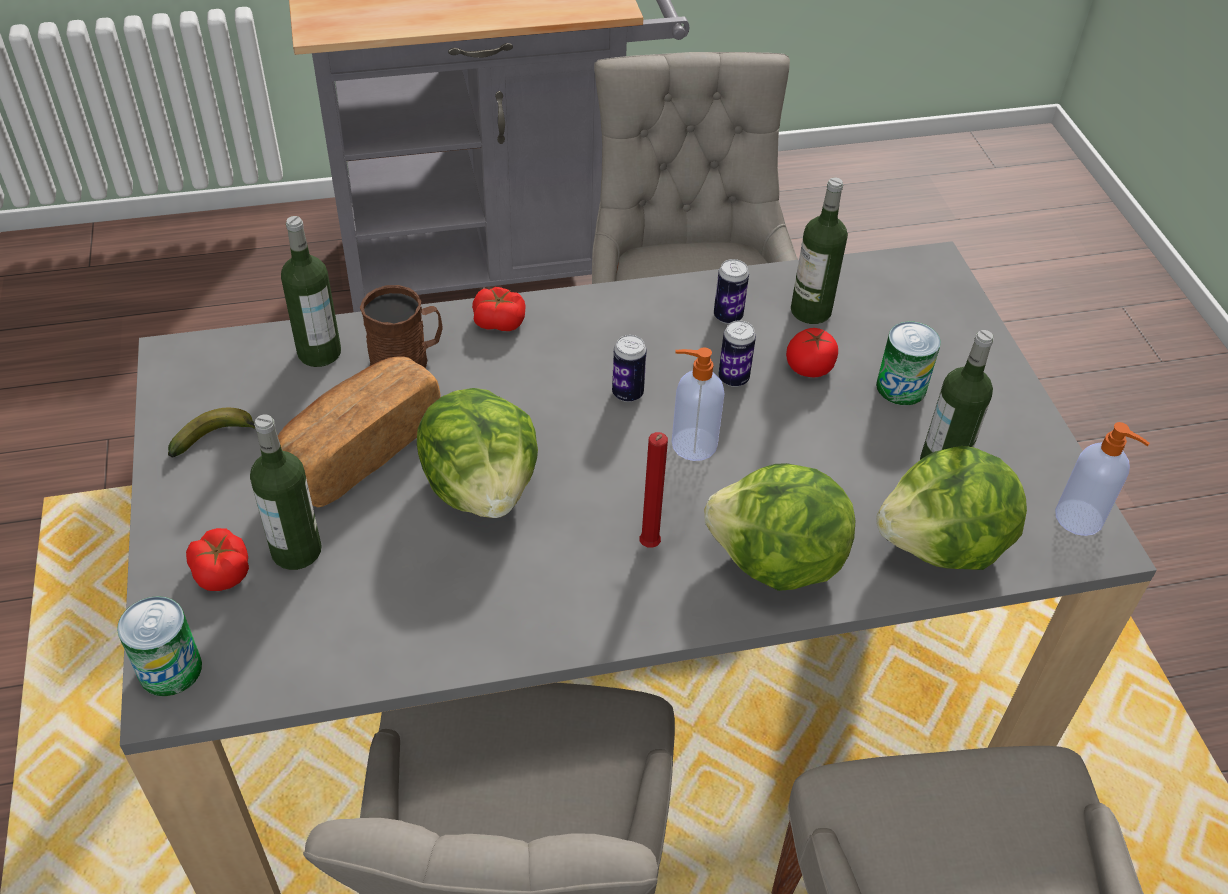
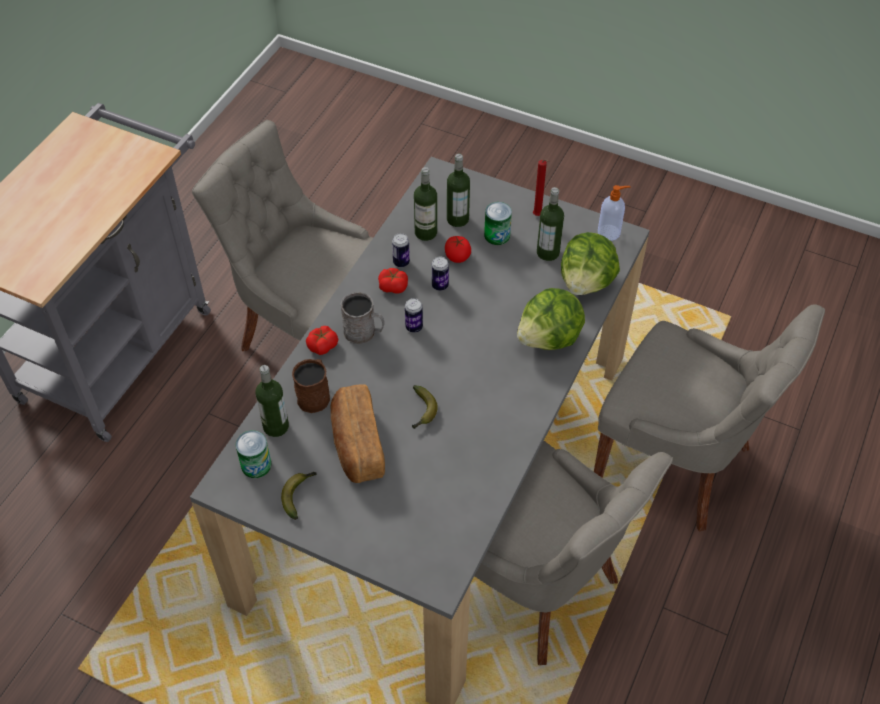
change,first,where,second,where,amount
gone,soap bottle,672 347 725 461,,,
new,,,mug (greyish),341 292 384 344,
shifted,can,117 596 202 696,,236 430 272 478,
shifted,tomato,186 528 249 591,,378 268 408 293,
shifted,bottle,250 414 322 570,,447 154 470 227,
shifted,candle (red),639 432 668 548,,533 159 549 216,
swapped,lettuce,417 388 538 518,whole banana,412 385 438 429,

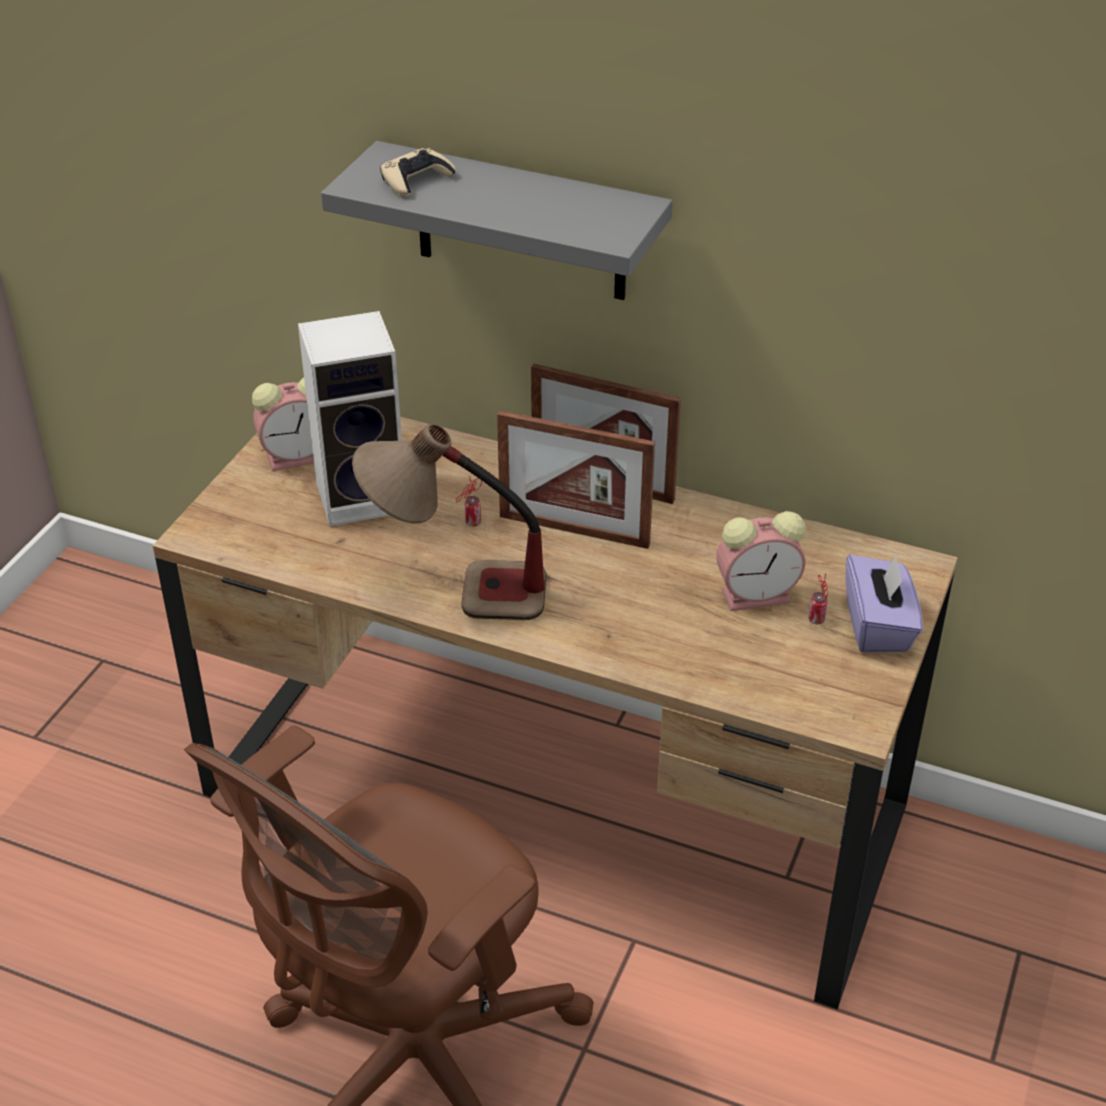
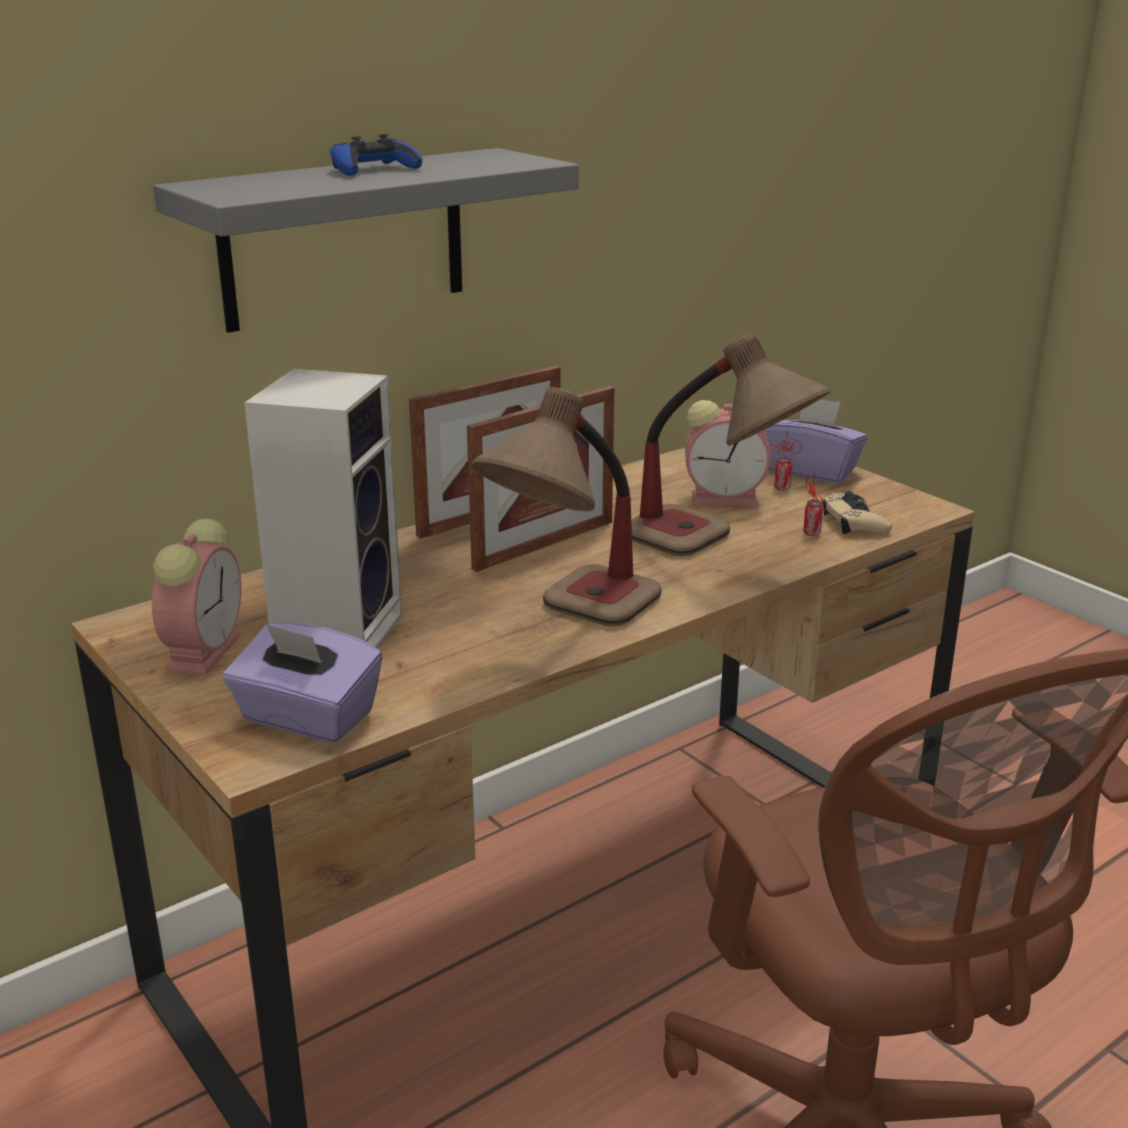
change,first,where,second,where,amount
new,,,box of tissues (purple-coloured),223 622 382 743,
new,,,game controller (bluish),330 134 423 176,
new,,,tabletop lamp,631 333 831 556,
shifted,game controller (beige-coloured),380 148 456 197,,823 491 893 534,
shifted,can,456 476 482 527,,803 472 823 536,
rotated,bedside clock,716 511 806 611,,685 400 771 507,75 degrees clockwise

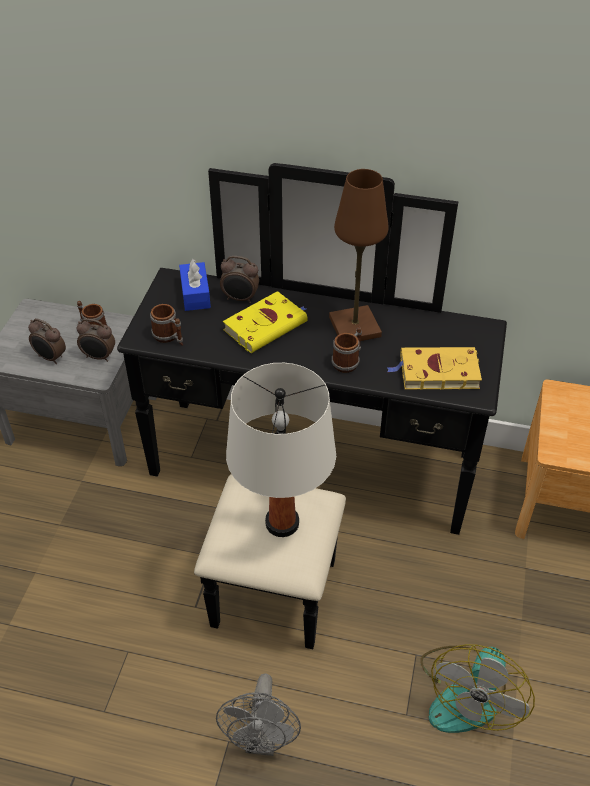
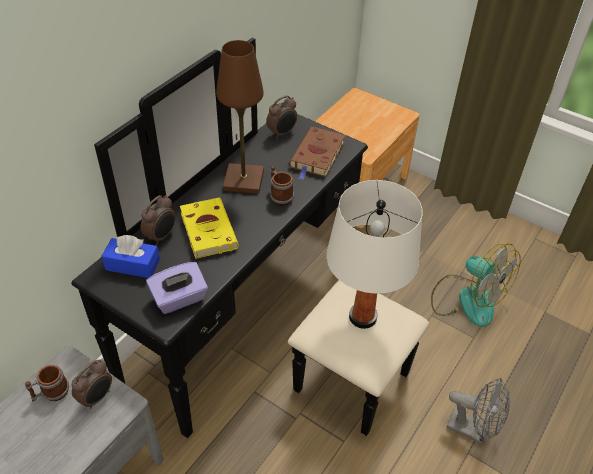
change,first,where,second,where,amount
shifted,bedside clock,28 318 66 364,,266 95 297 139,
swapped,mug,150 304 183 346,box of tissues (purple-coloured),146 262 208 314,
repainted,bound book (yellow),386 347 482 390,bound book (brownish),289 127 345 180,

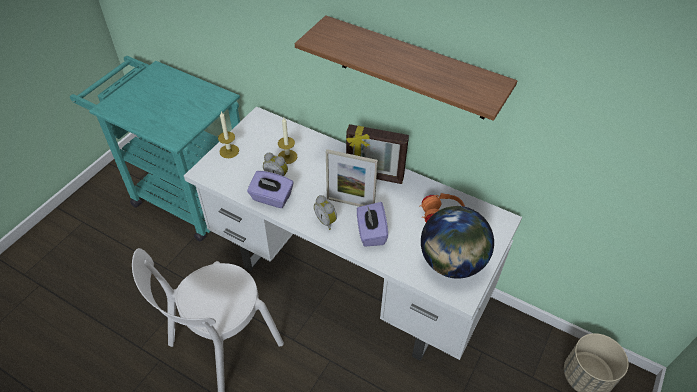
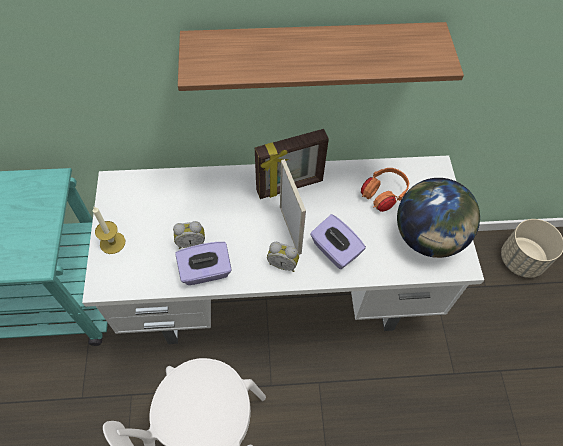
change,first,where,second,where,amount
gone,candle,278 118 297 164,,,
rotated,photo frame,326 149 378 207,,280 159 306 255,90 degrees counterclockwise

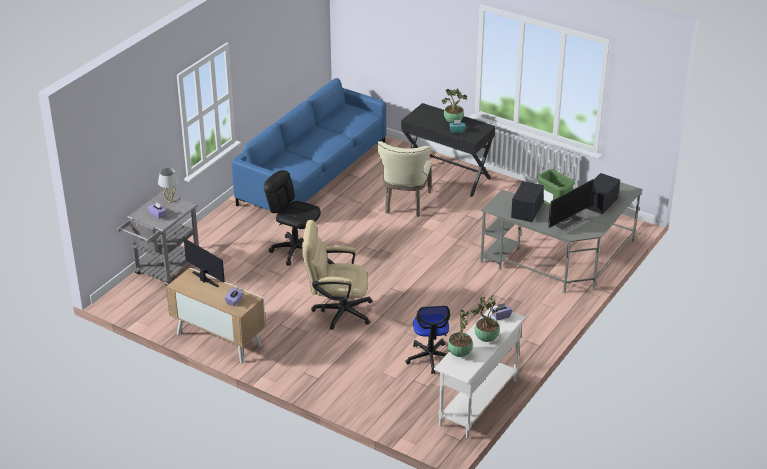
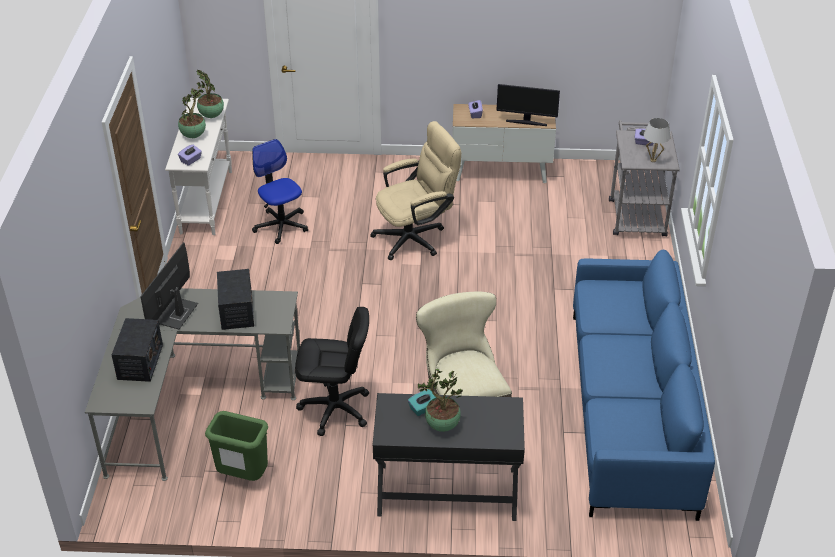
change,first,where,second,where,amount
shifted,desk chair (blackish),264 170 321 266,,295 307 369 436,

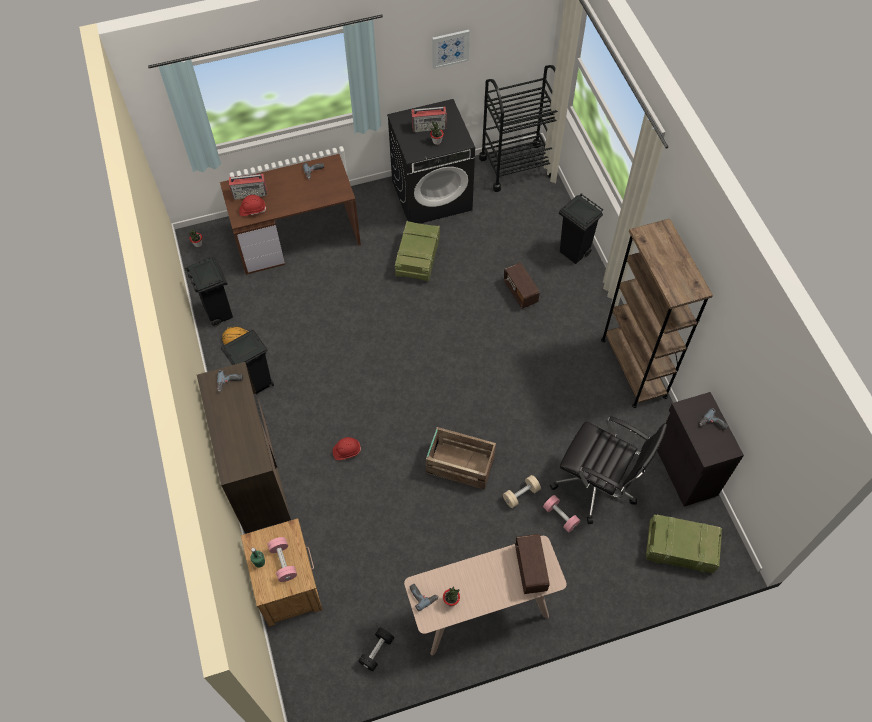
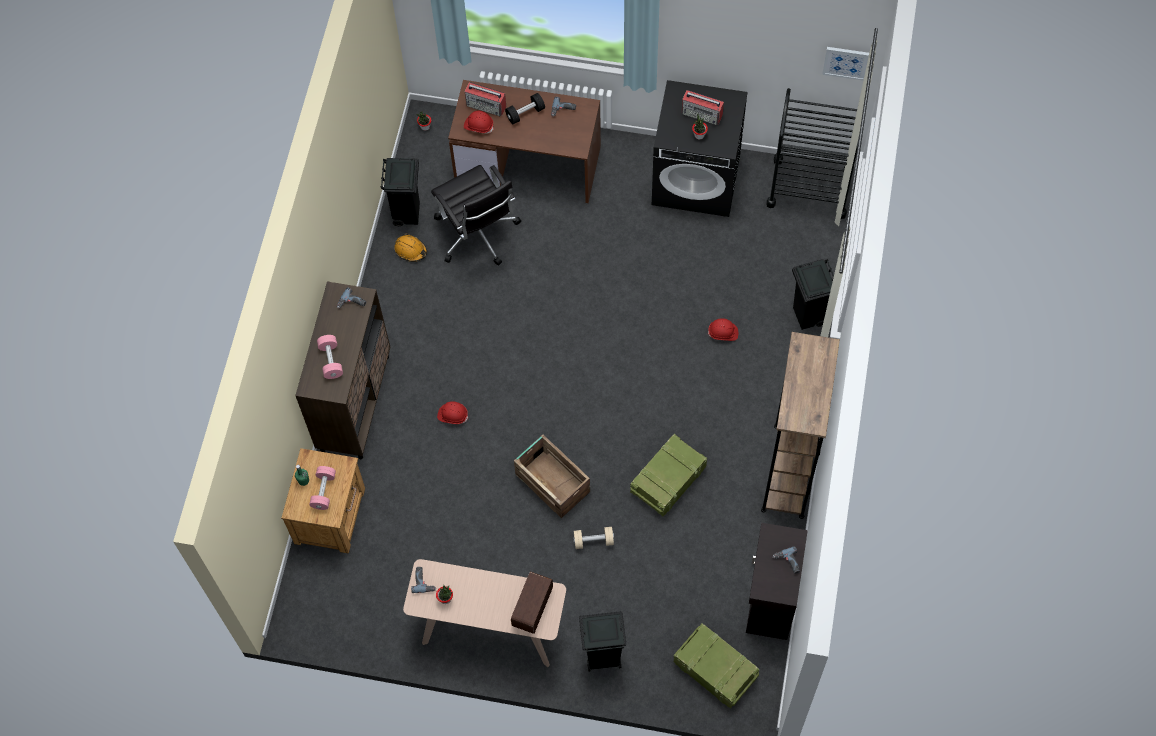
change,first,where,second,where,amount
shifted,waste bin (blackish),221 330 274 394,,579 611 626 672,
shifted,free weight (blackish),358 628 394 671,,505 93 545 124,
shifted,crate,395 221 440 282,,630 434 707 517,
shifted,wall art,432 30 470 69,,822 47 869 81,
shifted,free weight (pink-coloured),543 495 581 532,,317 335 343 379,
shifted,desk chair (blackish),550 416 667 524,,431 165 521 265,
swapped,radio set,503 263 540 309,hard hat (red),708 318 738 341,

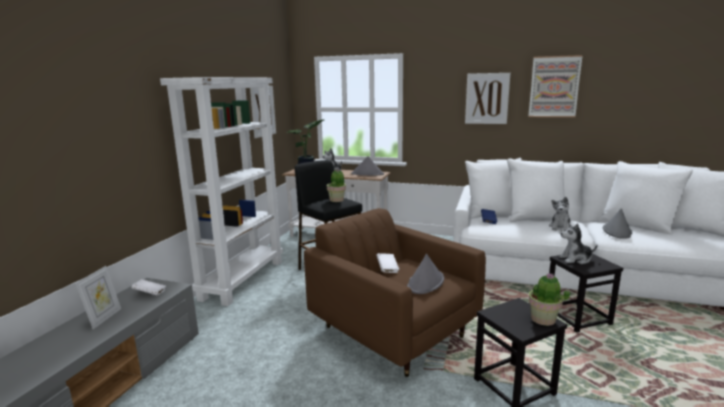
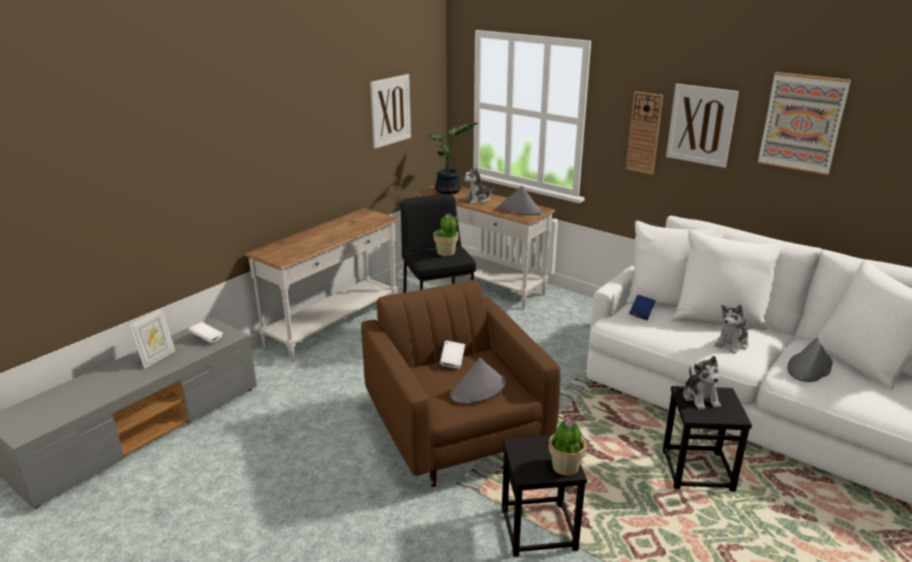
change,first,where,second,where,amount
new,,,clock on the wall,626 91 663 175,
swapped,shelving unit (white),160 77 283 306,narrow table (white),244 208 400 362,
rotated,cuddly toy,559 223 598 264,,683 356 721 410,120 degrees counterclockwise

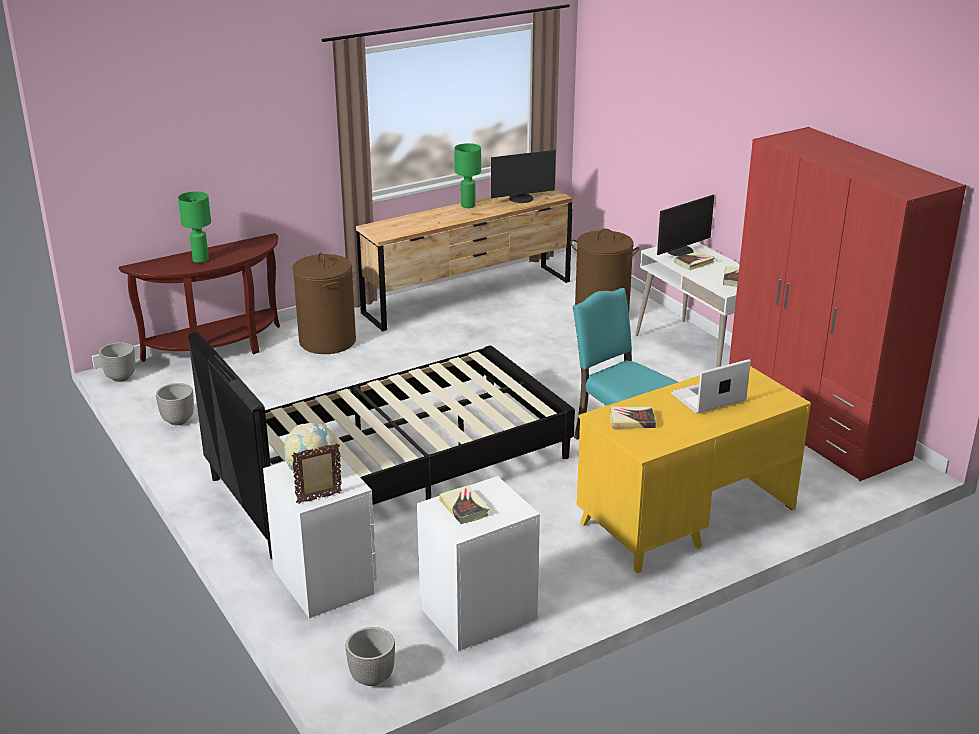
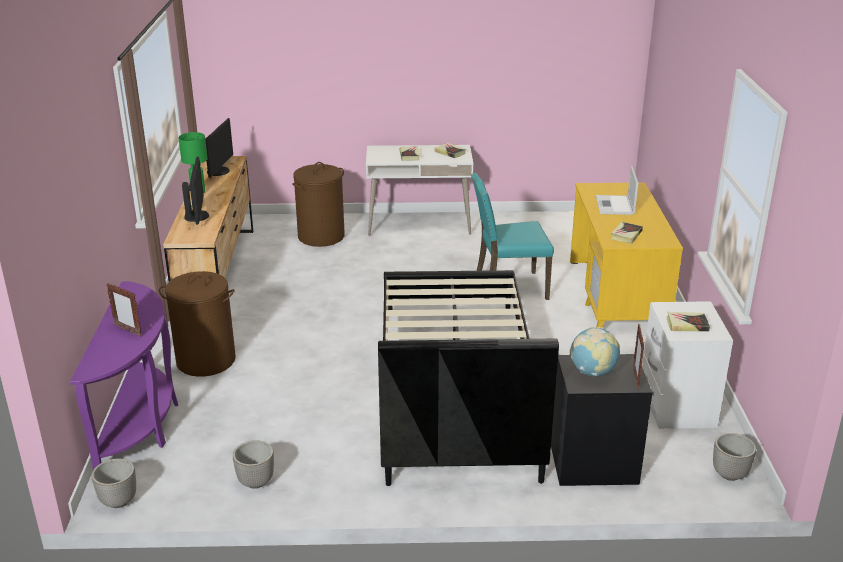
change,first,where,second,where,amount
gone,wardrobe (red),729 127 966 481,,,
shifted,computer display,657 195 714 257,,182 156 209 225,
swapped,tabletop lamp (green),178 191 211 263,photo frame,106 283 142 337,
repainted,narrow table (brownish),119 233 280 362,narrow table (purple-coloured),70 281 178 470,
repainted,nightstand (white),263 456 377 618,nightstand (blackish),551 354 652 486,

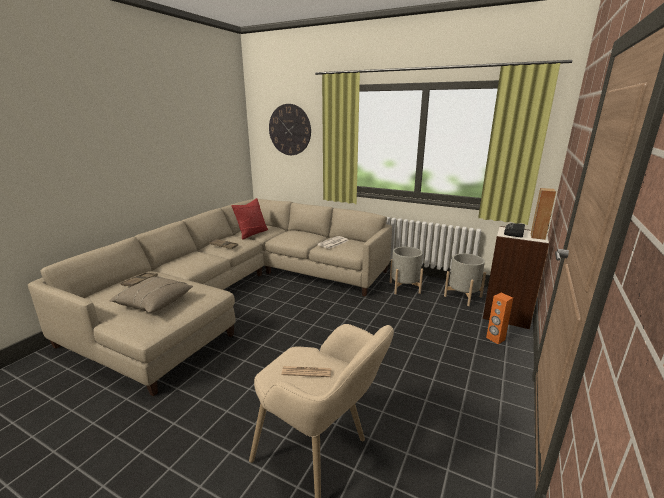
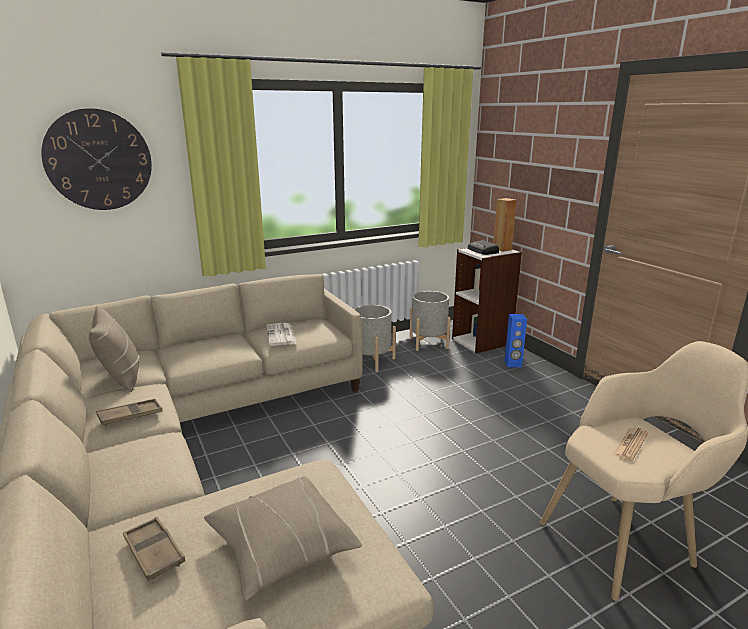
change,first,where,second,where,amount
repainted,pillow (red),231 198 268 240,pillow (beige-coloured),89 306 139 392,
repainted,loudspeaker (orangey),486 293 513 344,loudspeaker (bluish),505 314 527 367,

